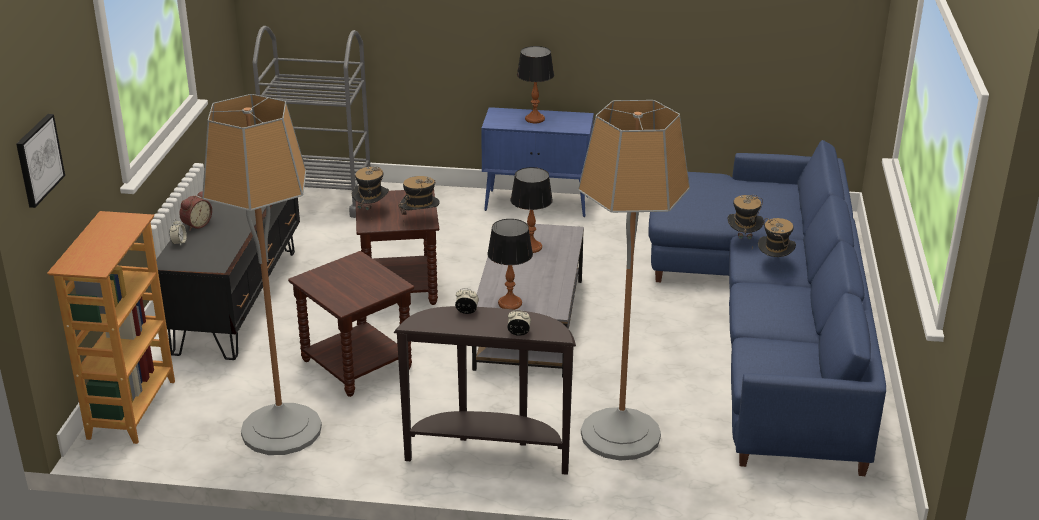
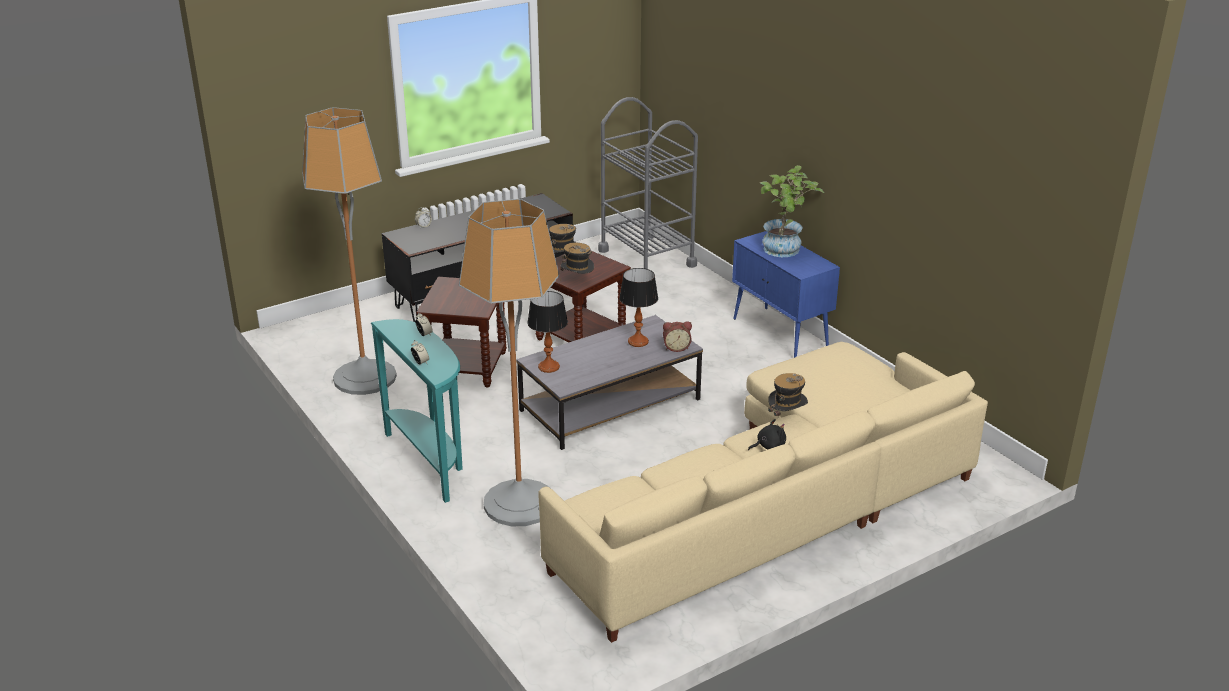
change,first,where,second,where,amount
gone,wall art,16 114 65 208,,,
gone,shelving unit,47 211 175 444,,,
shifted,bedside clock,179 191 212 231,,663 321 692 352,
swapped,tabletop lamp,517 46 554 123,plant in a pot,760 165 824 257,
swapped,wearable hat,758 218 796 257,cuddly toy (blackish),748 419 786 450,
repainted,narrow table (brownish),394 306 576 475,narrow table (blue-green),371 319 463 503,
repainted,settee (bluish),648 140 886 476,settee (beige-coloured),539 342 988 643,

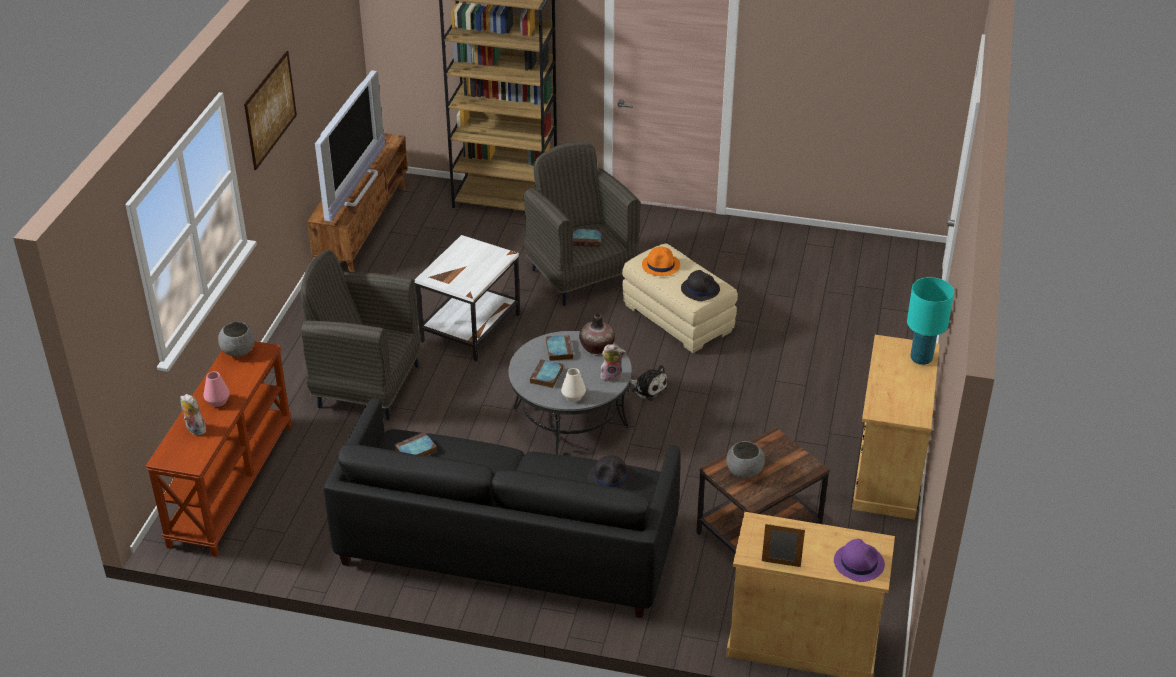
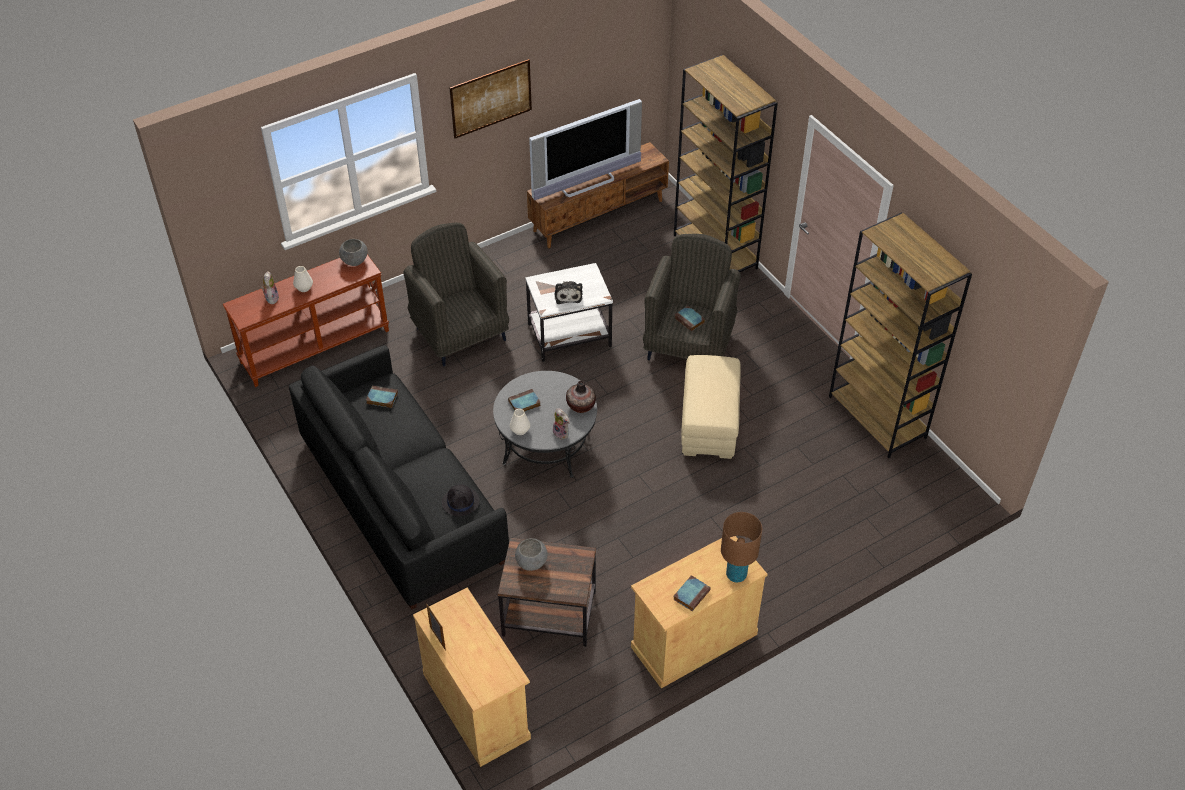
change,first,where,second,where,amount
gone,wearable hat (orangey),642 247 680 276,,,
gone,wearable hat (blackish),681 270 720 301,,,
gone,wearable hat (purple-coloured),834 539 885 582,,,
new,,,shelving unit (brownish),829 212 972 458,
shifted,bound book,546 335 573 361,,673 575 711 611,
shifted,cuddly toy,630 365 668 401,,554 281 583 304,
repainted,decorative vase (pink-coloured),203 371 230 407,decorative vase (white),293 266 313 292,
repainted,tabletop lamp (blue-green),907 277 954 365,tabletop lamp (brownish),721 512 762 583,

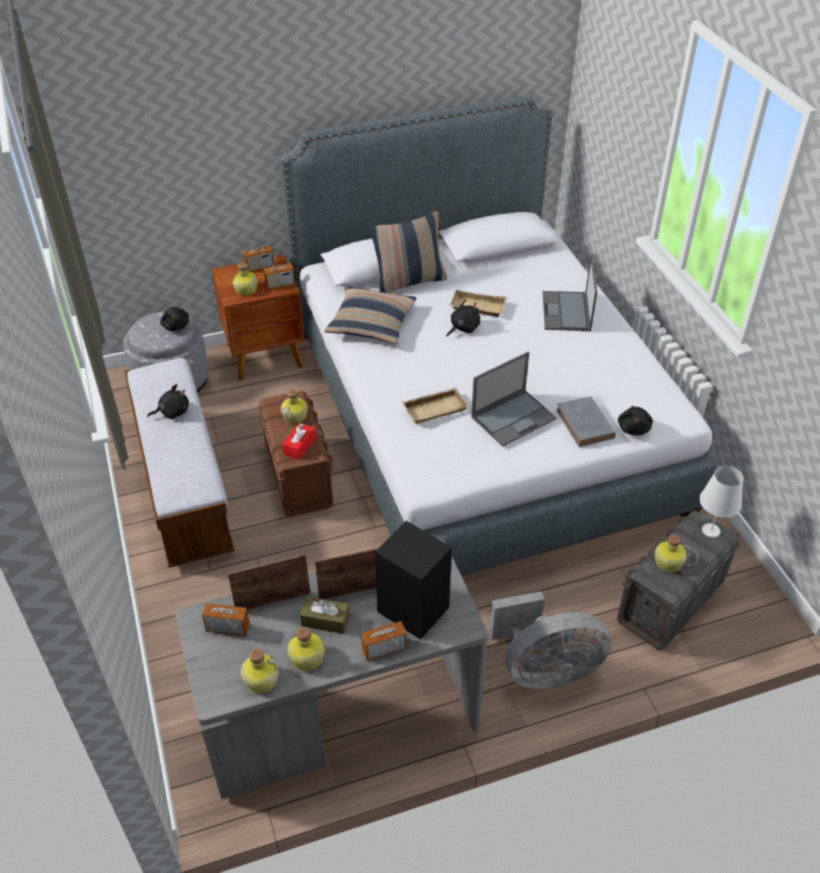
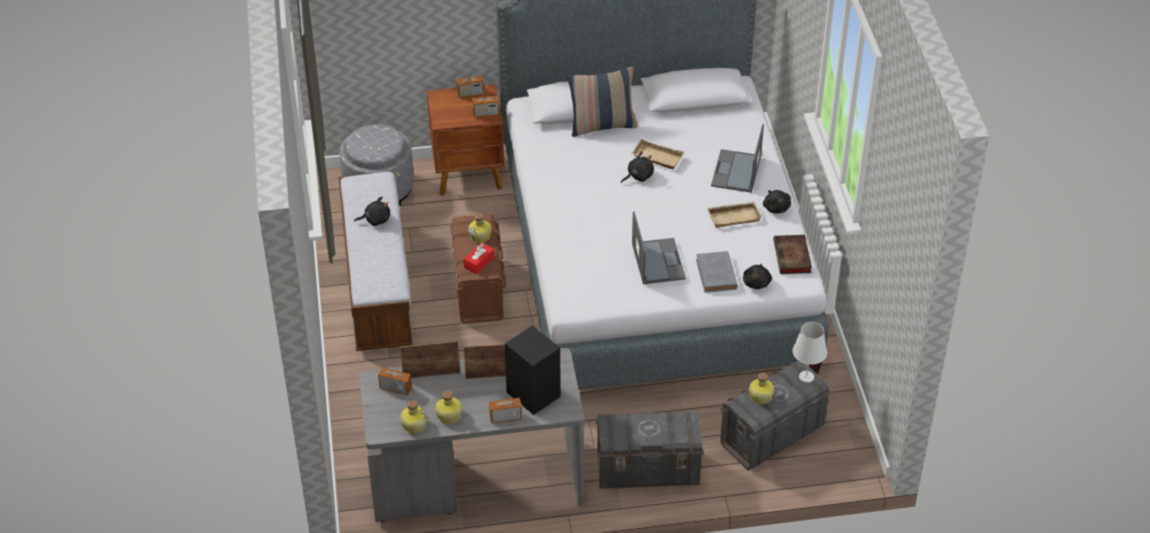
change,first,where,second,where,amount
gone,bottle,232 262 257 295,,,
gone,box of tissues (brownish),300 596 350 634,,,
gone,pillow,325 286 417 343,,,
new,,,bound book,773 235 812 274,
shifted,cuddly toy (blackish),160 307 189 331,,763 190 791 213,
shifted,carrying tray (beige-coloured),402 387 469 424,,707 201 762 228,
swapped,fan (greyish),489 591 611 689,storage bin (greyish),596 411 704 489,
rotated,laptop,471 352 557 447,,632 211 686 284,75 degrees counterclockwise

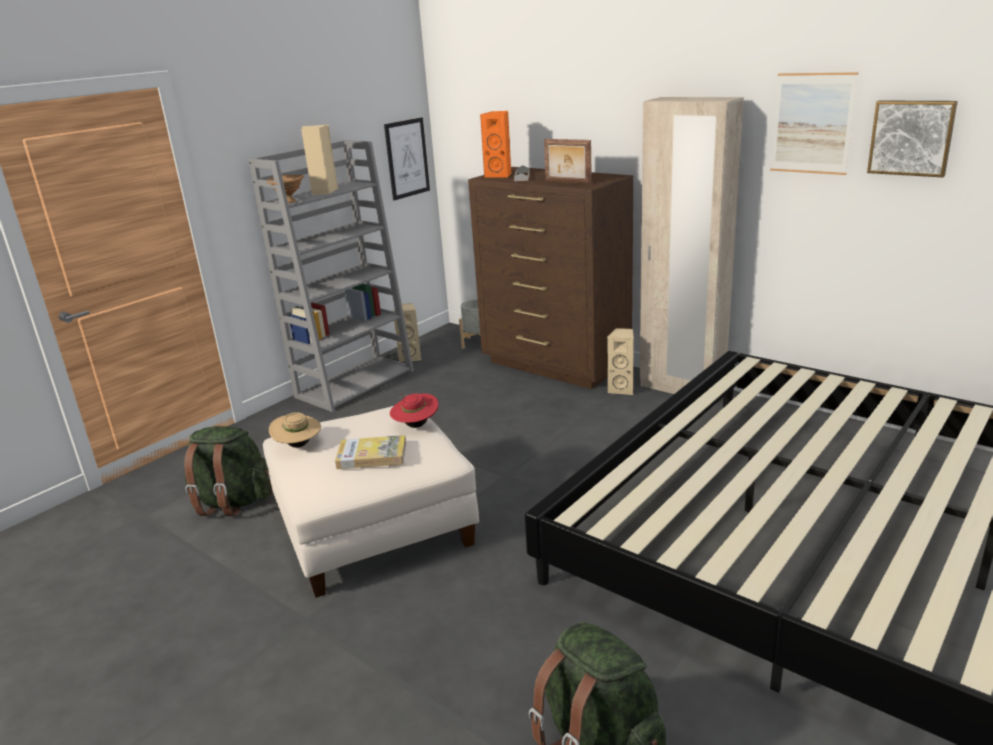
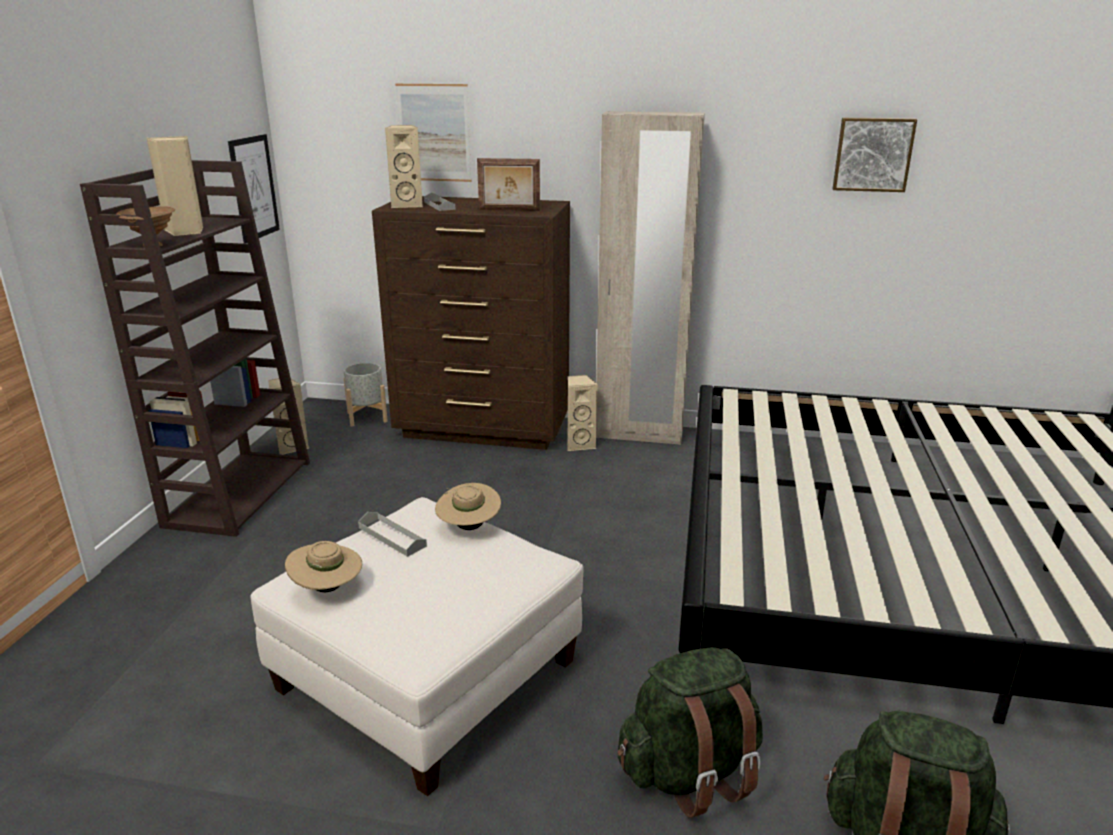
change,first,where,second,where,amount
gone,bound book,335 435 406 469,,,
new,,,carrying tray (greyish),358 512 427 557,
shifted,backpack (green),184 426 273 516,,617 647 763 818,
shifted,wall art,770 72 858 175,,395 83 472 182,
repainted,shelving unit (greyish),249 140 414 412,shelving unit (brownish),80 160 310 537,
repainted,wearable hat (red),390 393 438 428,wearable hat (beige-coloured),435 483 501 530,
repainted,loudspeaker (orangey),480 111 511 178,loudspeaker (beige-coloured),385 125 423 208,

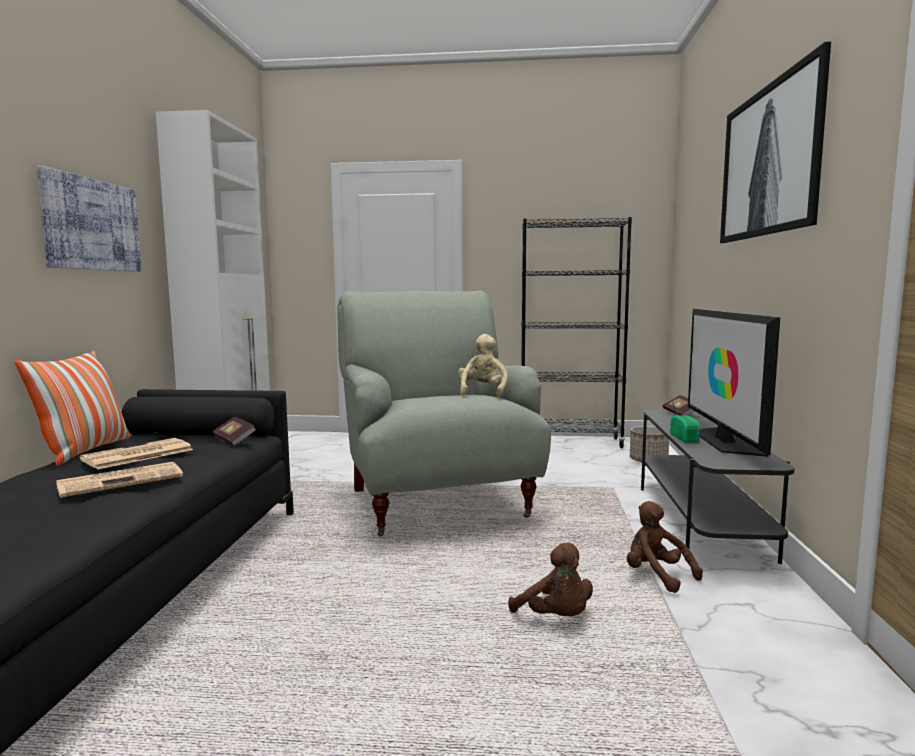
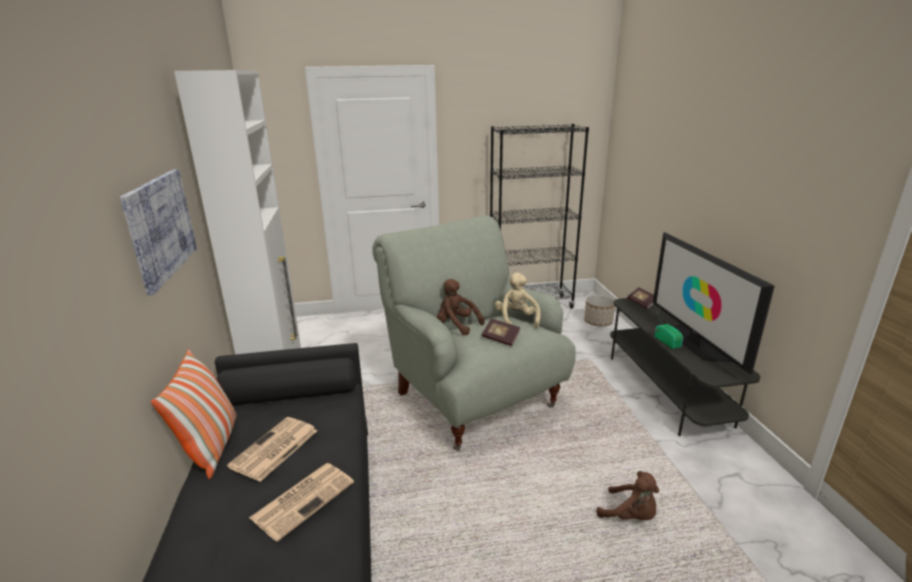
change,first,where,second,where,amount
gone,wall art,720 42 831 243,,,
shifted,bound book,213 416 256 446,,482 319 520 346,
shifted,cuddly toy (brownish),627 501 703 593,,437 279 485 335,

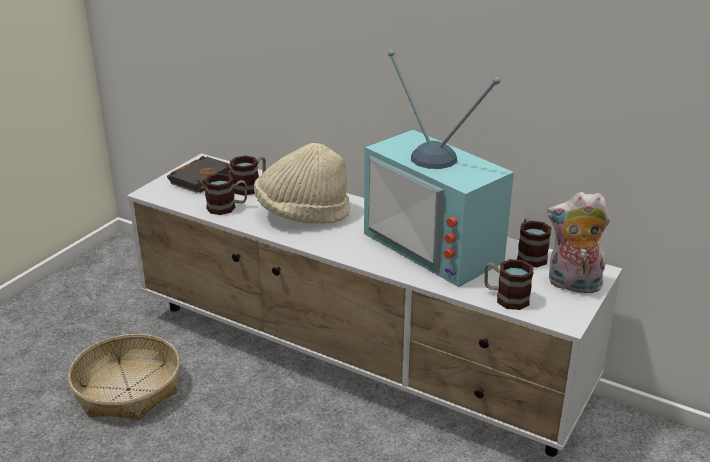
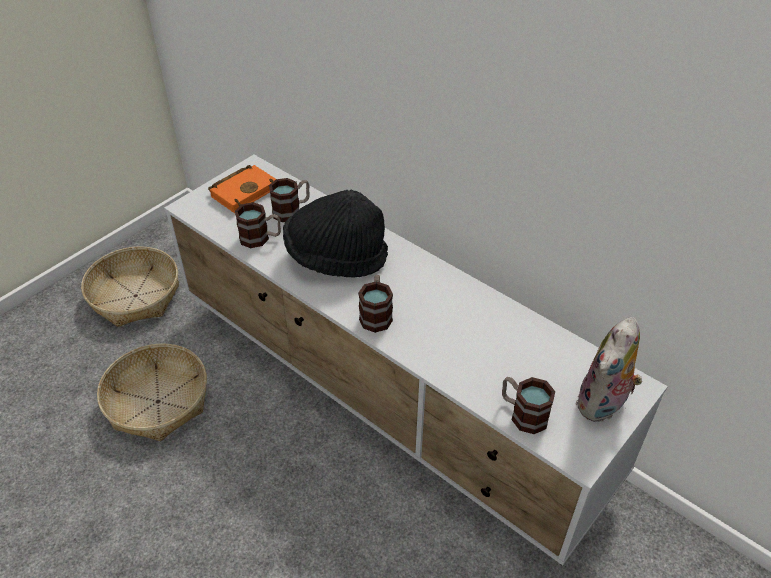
change,first,where,second,where,amount
gone,television,364 50 514 287,,,
new,,,household basket,81 246 179 327,
shifted,mug,517 218 552 267,,358 275 393 333,
repainted,bound book (blackish),167 156 231 193,bound book (orangey),208 165 276 213,
repainted,wearable hat (beige-coloured),254 143 350 224,wearable hat (blackish),283 190 388 277,
rotated,cuddly toy,547 192 610 293,,575 317 642 422,75 degrees counterclockwise

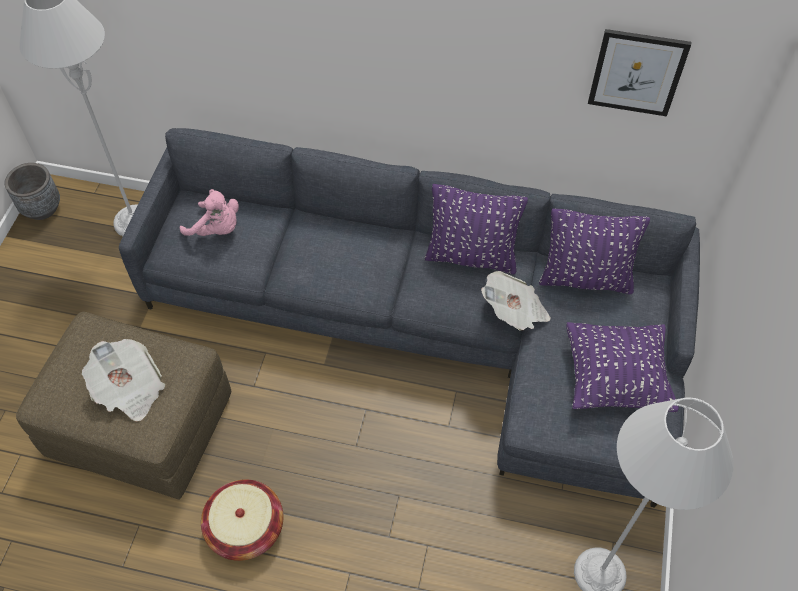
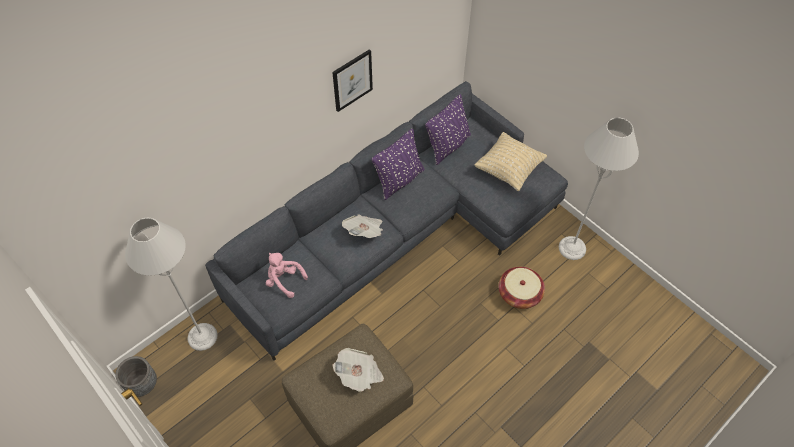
change,first,where,second,where,amount
shifted,household basket,201 479 284 561,,499 267 545 309,
shifted,daily paper,481 271 551 331,,342 214 383 238,
shifted,wall art,588 29 691 116,,332 49 373 112,
repainted,pillow (purple-coloured),566 322 679 412,pillow (beige-coloured),474 132 547 191,
rotated,cuddly toy (pink-coloured),180 189 239 236,,266 253 308 298,120 degrees counterclockwise

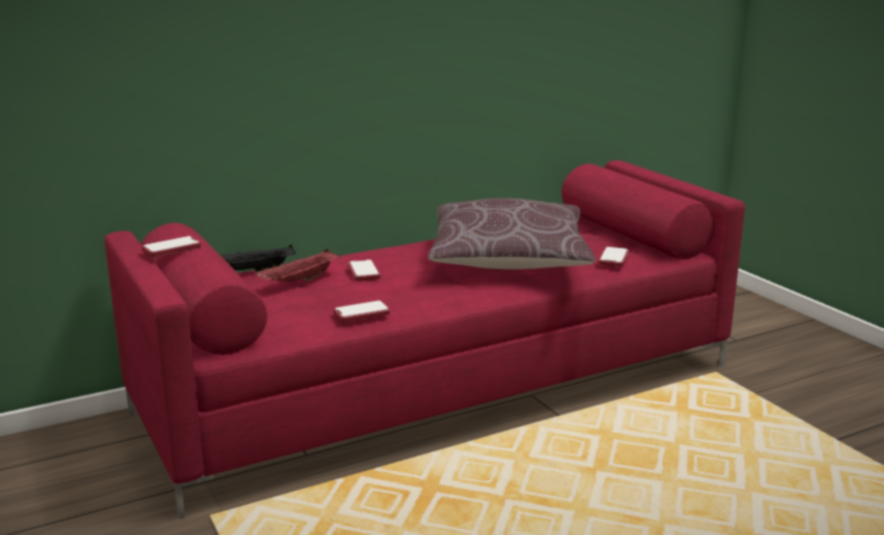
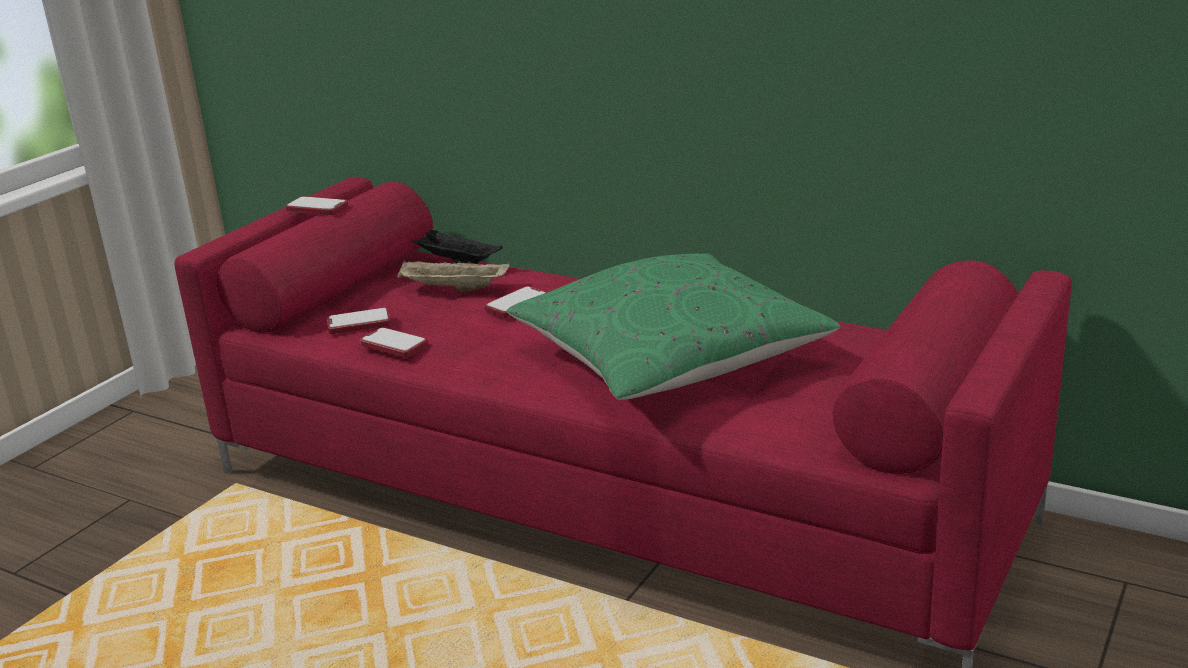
change,first,where,second,where,amount
shifted,handset,598 247 629 267,,327 308 391 334,
repainted,carrying tray (red),255 249 340 282,carrying tray (beige-coloured),397 261 510 292,
repainted,pillow (brownish),428 198 595 269,pillow (green),506 253 841 400,

